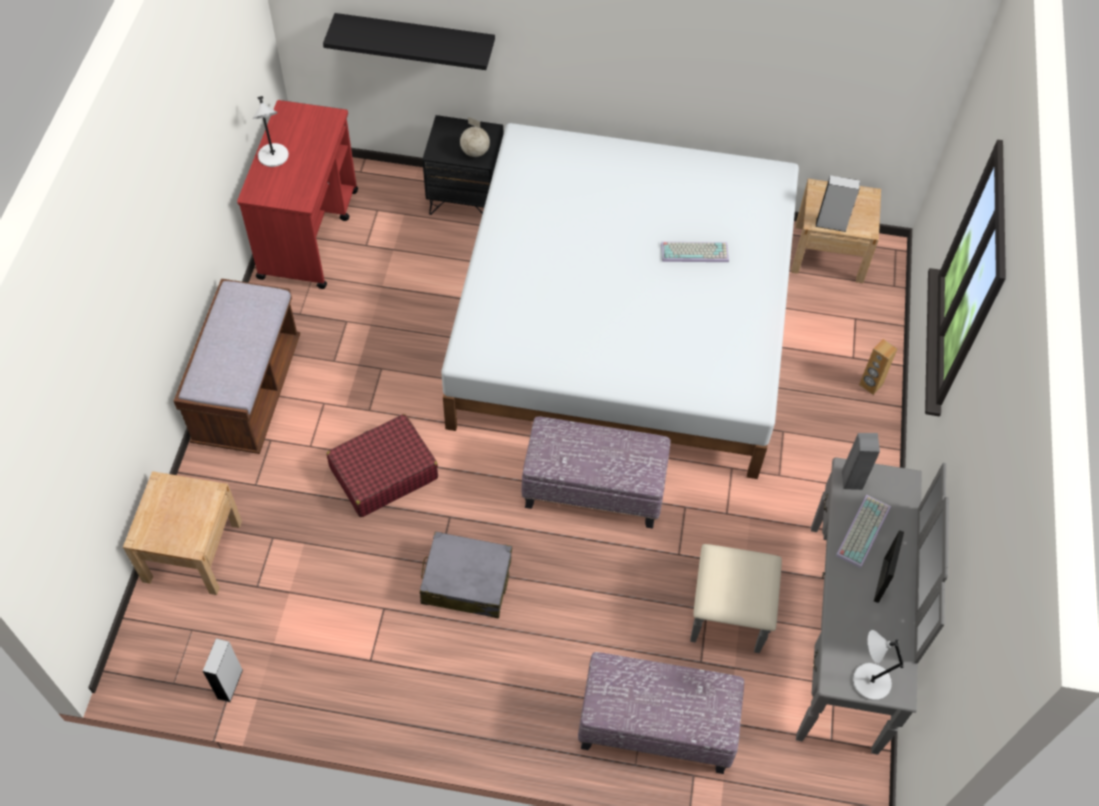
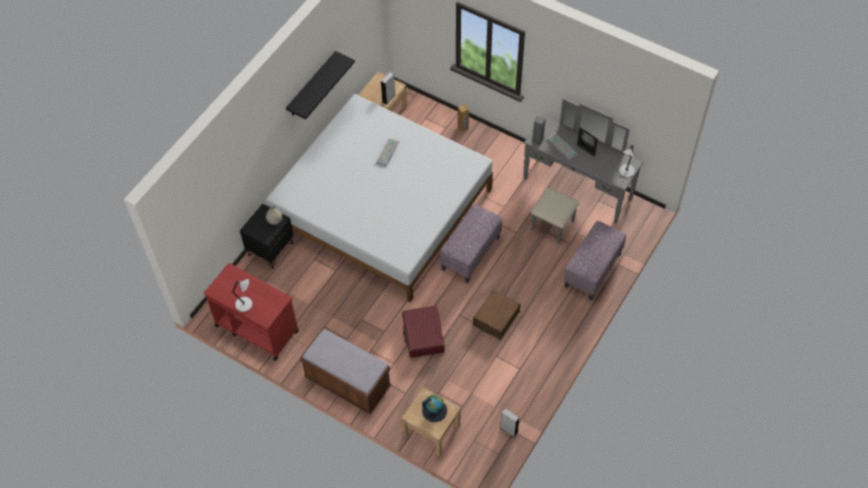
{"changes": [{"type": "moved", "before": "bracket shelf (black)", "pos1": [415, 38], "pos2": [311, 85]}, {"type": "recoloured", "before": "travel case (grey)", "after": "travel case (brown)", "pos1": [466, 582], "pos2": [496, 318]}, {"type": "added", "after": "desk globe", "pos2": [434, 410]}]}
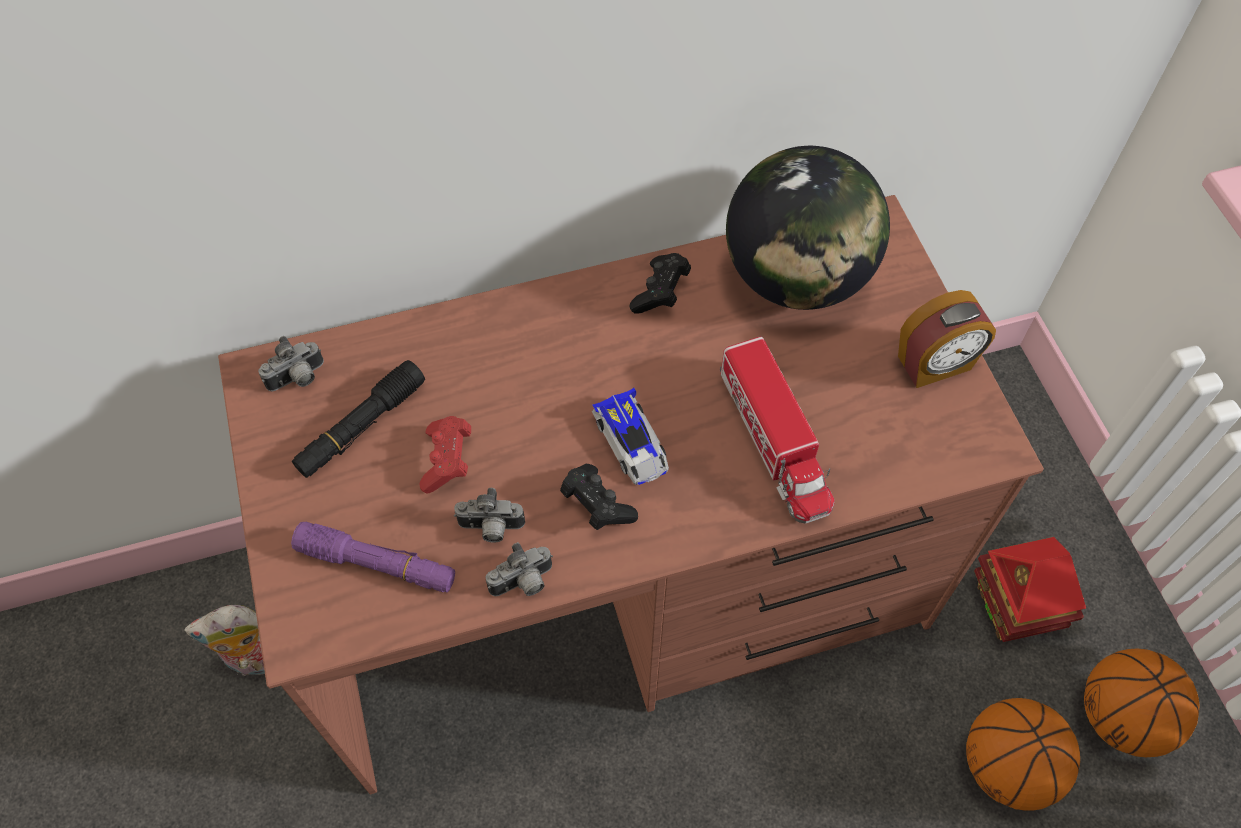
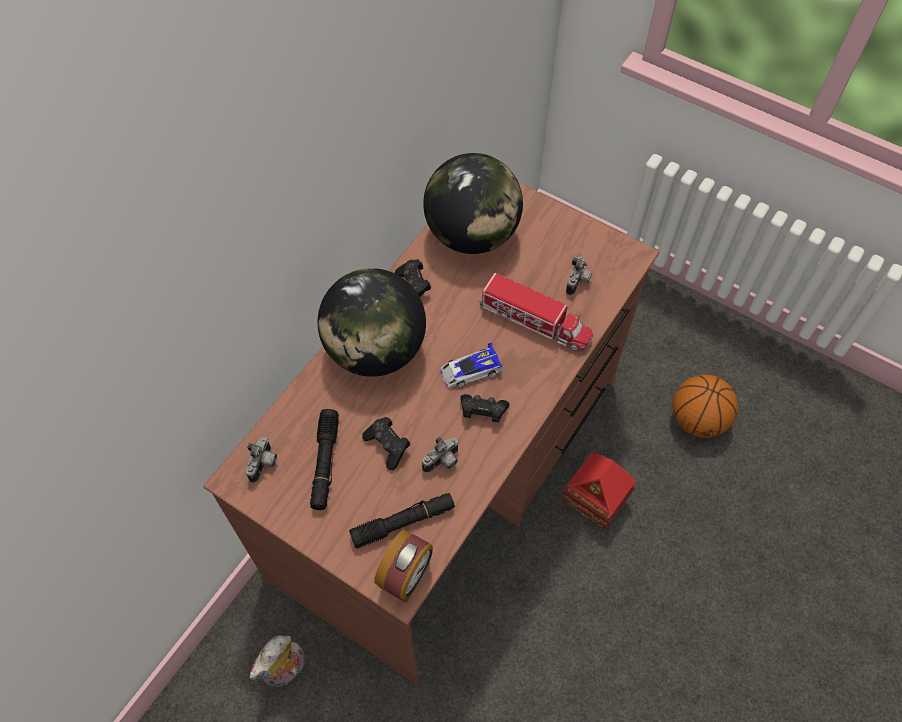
{"changes": [{"type": "recoloured", "before": "torch (purplish)", "after": "torch (black)", "pos1": [377, 564], "pos2": [403, 523]}, {"type": "recoloured", "before": "game controller (red)", "after": "game controller (black)", "pos1": [447, 461], "pos2": [388, 446]}, {"type": "moved", "before": "still camera", "pos1": [523, 583], "pos2": [578, 282]}, {"type": "turned", "before": "model car", "pos1": [632, 443], "pos2": [470, 370], "turn": 135}, {"type": "moved", "before": "table clock", "pos1": [935, 364], "pos2": [406, 577]}, {"type": "moved", "before": "miniature house", "pos1": [1014, 607], "pos2": [594, 502]}, {"type": "removed", "before": "basketball", "pos1": [1120, 717]}, {"type": "added", "after": "desk globe", "pos2": [375, 350]}]}
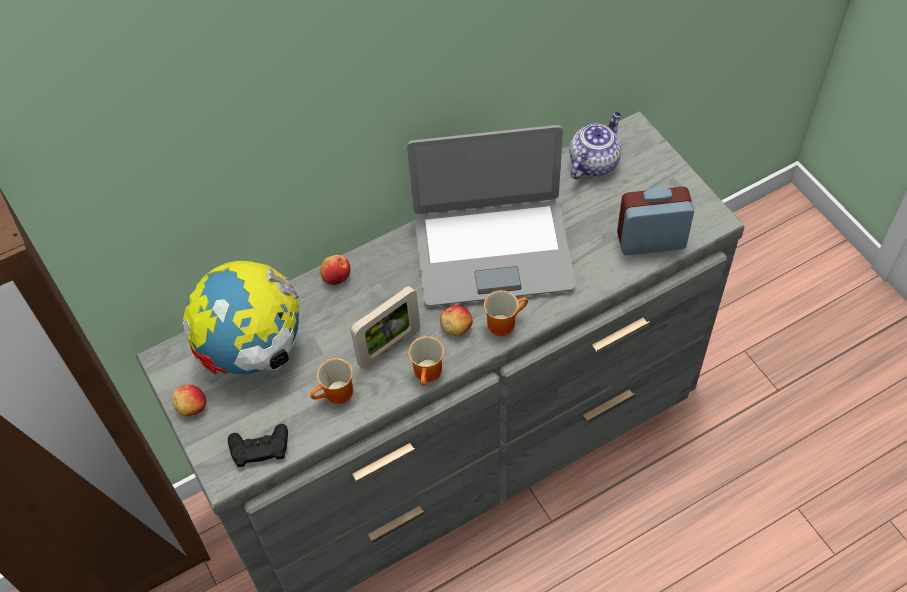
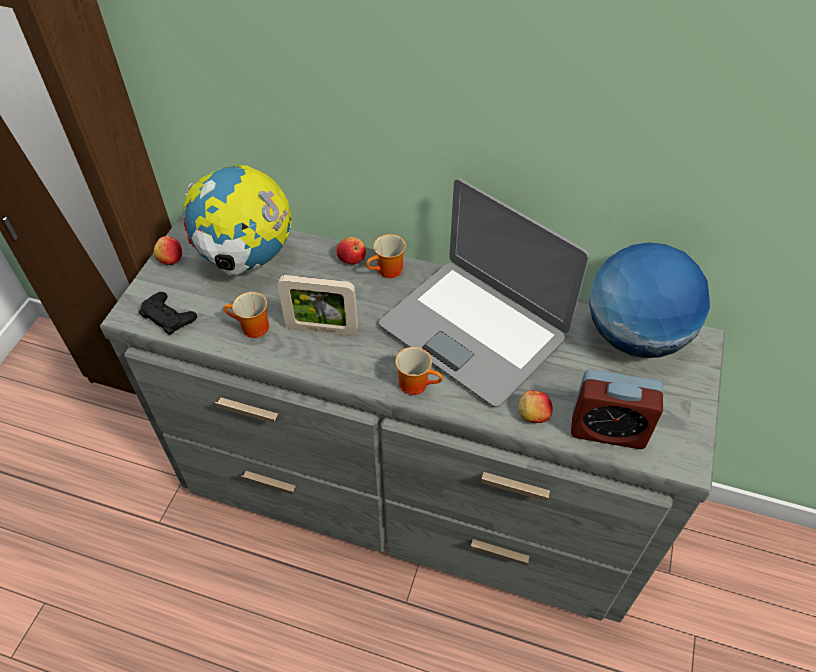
{"changes": [{"type": "moved", "before": "tea mug", "pos1": [429, 373], "pos2": [388, 271]}, {"type": "moved", "before": "whole apple", "pos1": [456, 327], "pos2": [533, 414]}, {"type": "replaced", "before": "teapot", "after": "desk globe", "pos1": [594, 162], "pos2": [634, 335]}, {"type": "turned", "before": "table clock", "pos1": [651, 240], "pos2": [607, 430], "turn": 150}]}
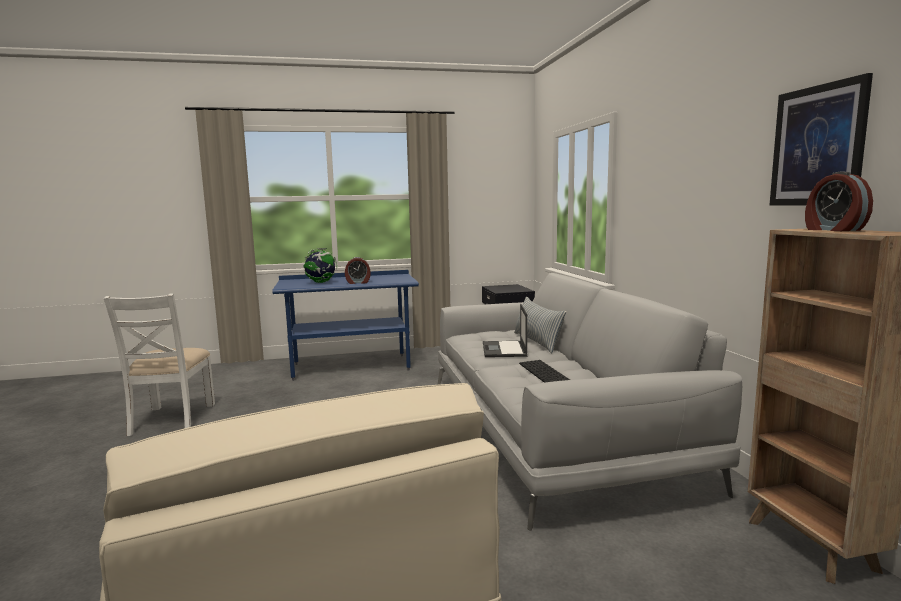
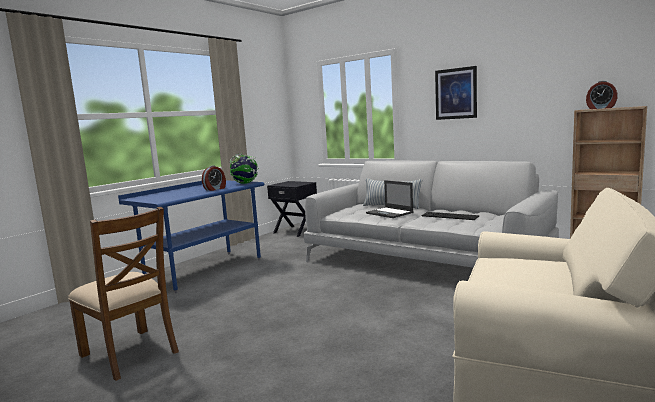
{"changes": [{"type": "recoloured", "before": "upright chair (white-coloured)", "after": "upright chair (brown)", "pos1": [171, 419], "pos2": [130, 353]}, {"type": "moved", "before": "desk globe", "pos1": [321, 282], "pos2": [245, 183]}, {"type": "moved", "before": "wall art", "pos1": [817, 146], "pos2": [456, 93]}]}
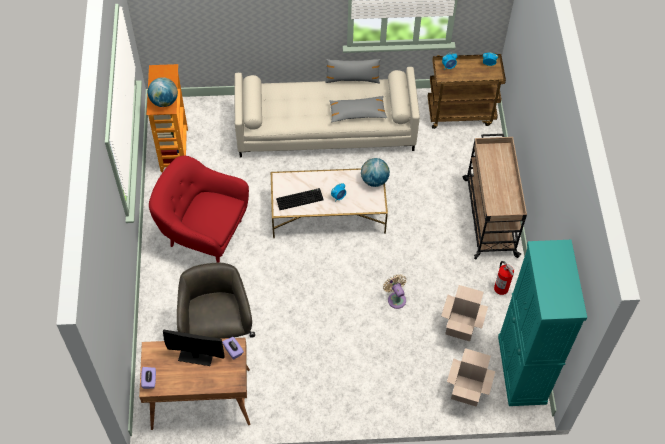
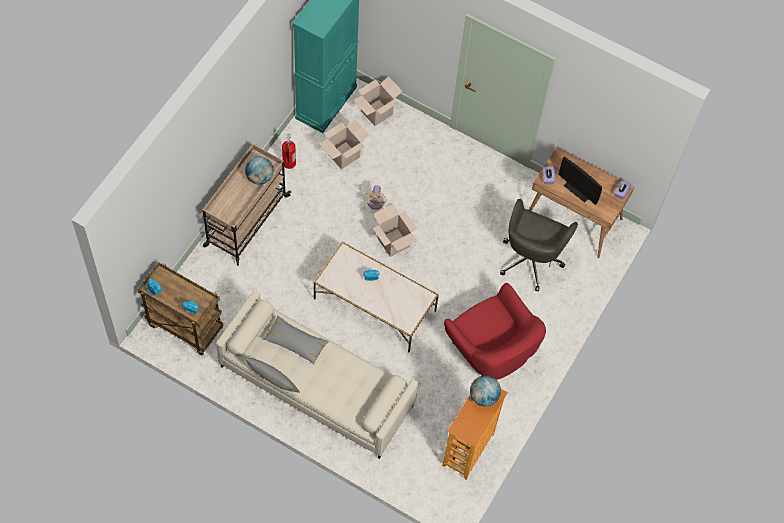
{"changes": [{"type": "removed", "before": "PC keyboard", "pos1": [300, 199]}, {"type": "moved", "before": "desk globe", "pos1": [374, 180], "pos2": [259, 177]}, {"type": "added", "after": "packing box", "pos2": [393, 242]}]}
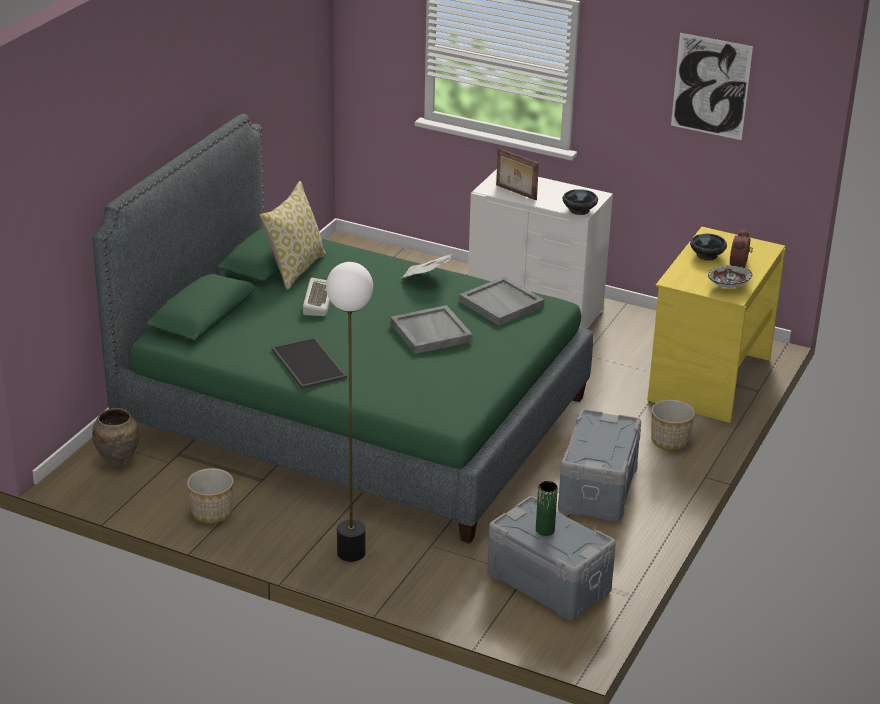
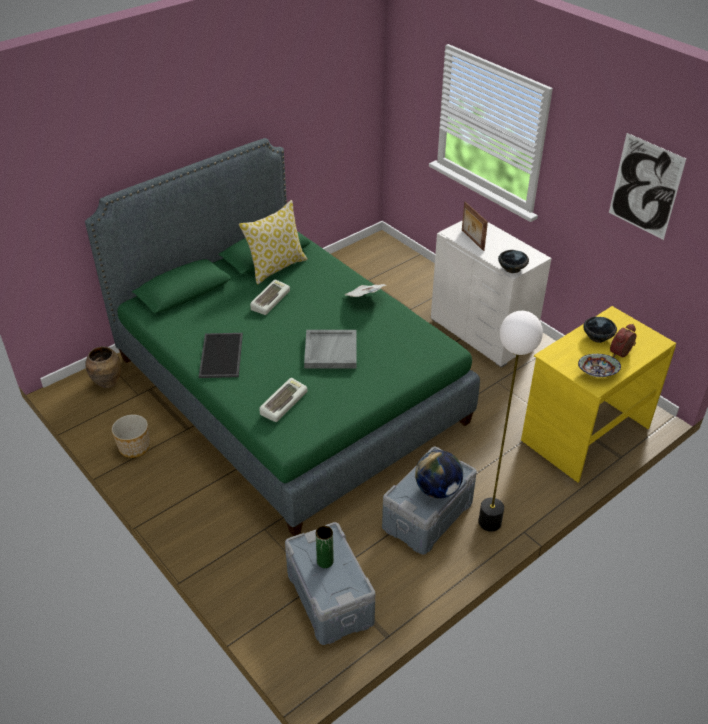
{"changes": [{"type": "moved", "before": "standing lamp", "pos1": [350, 552], "pos2": [489, 522]}, {"type": "removed", "before": "carrying tray (grey)", "pos1": [502, 304]}, {"type": "removed", "before": "plant pot", "pos1": [670, 441]}, {"type": "added", "after": "PC keyboard", "pos2": [283, 402]}, {"type": "added", "after": "desk globe", "pos2": [437, 489]}]}
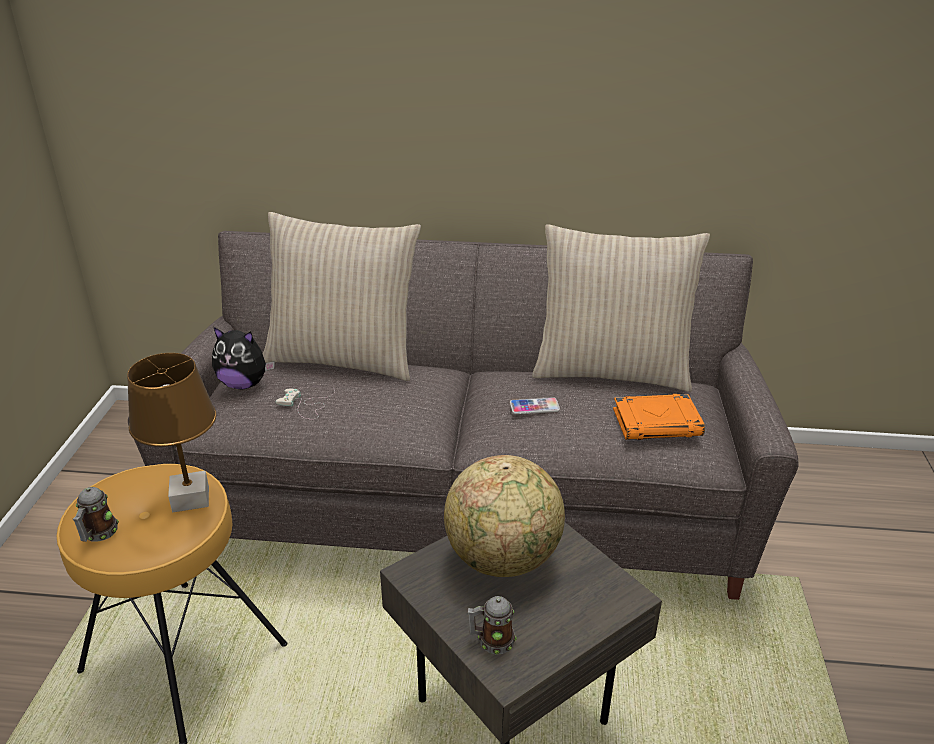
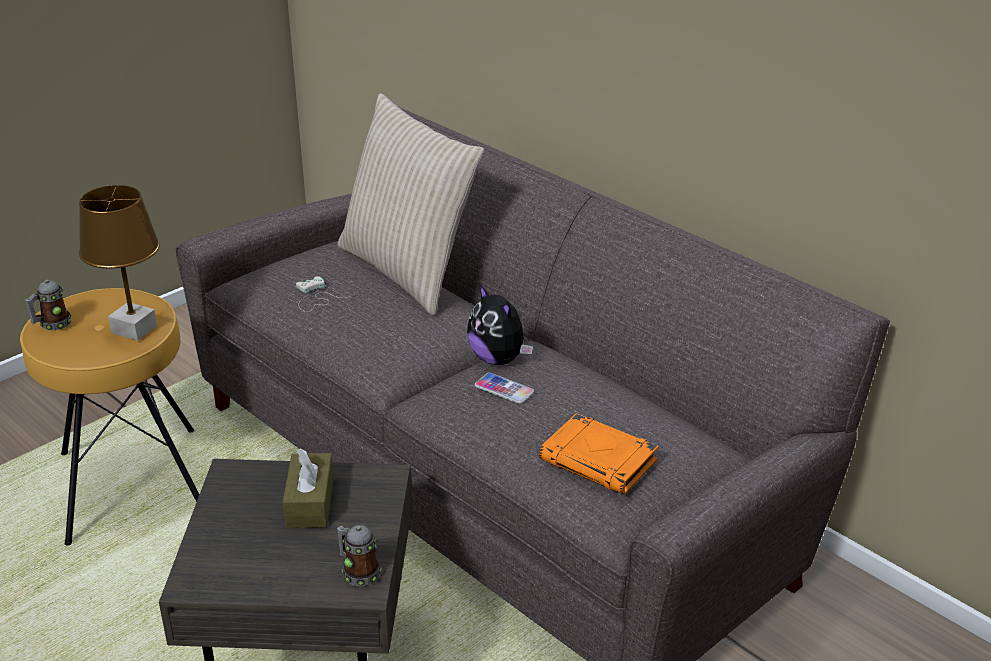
{"changes": [{"type": "moved", "before": "soft toy", "pos1": [244, 384], "pos2": [498, 359]}, {"type": "replaced", "before": "desk globe", "after": "box of tissues (brown)", "pos1": [503, 559], "pos2": [310, 502]}, {"type": "moved", "before": "tea mug", "pos1": [491, 640], "pos2": [358, 571]}, {"type": "removed", "before": "pillow (beige)", "pos1": [611, 370]}]}
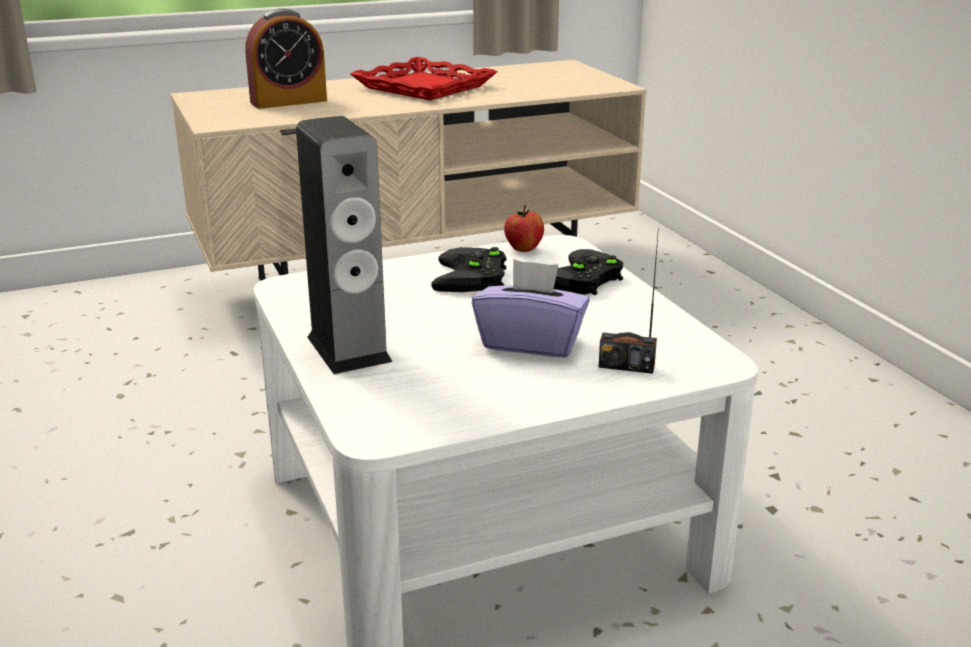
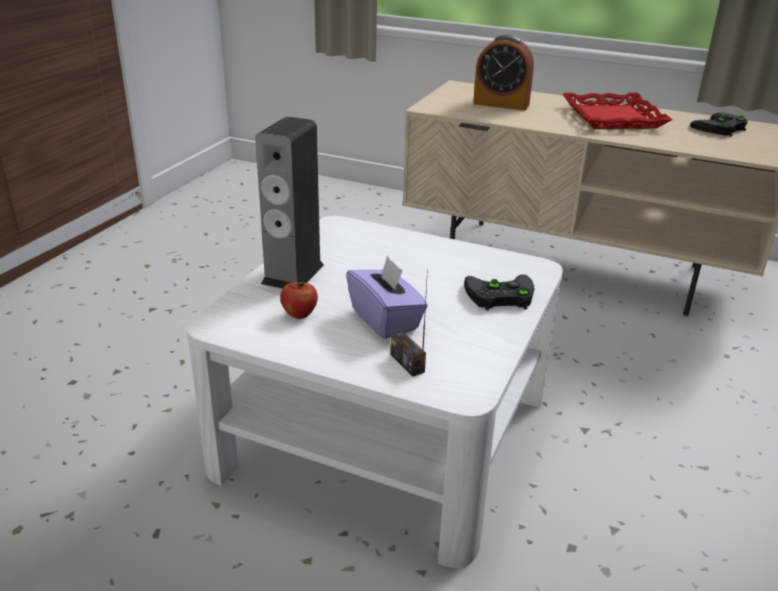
{"changes": [{"type": "moved", "before": "game controller (black)", "pos1": [473, 278], "pos2": [720, 129]}, {"type": "moved", "before": "whole apple", "pos1": [523, 249], "pos2": [299, 314]}]}
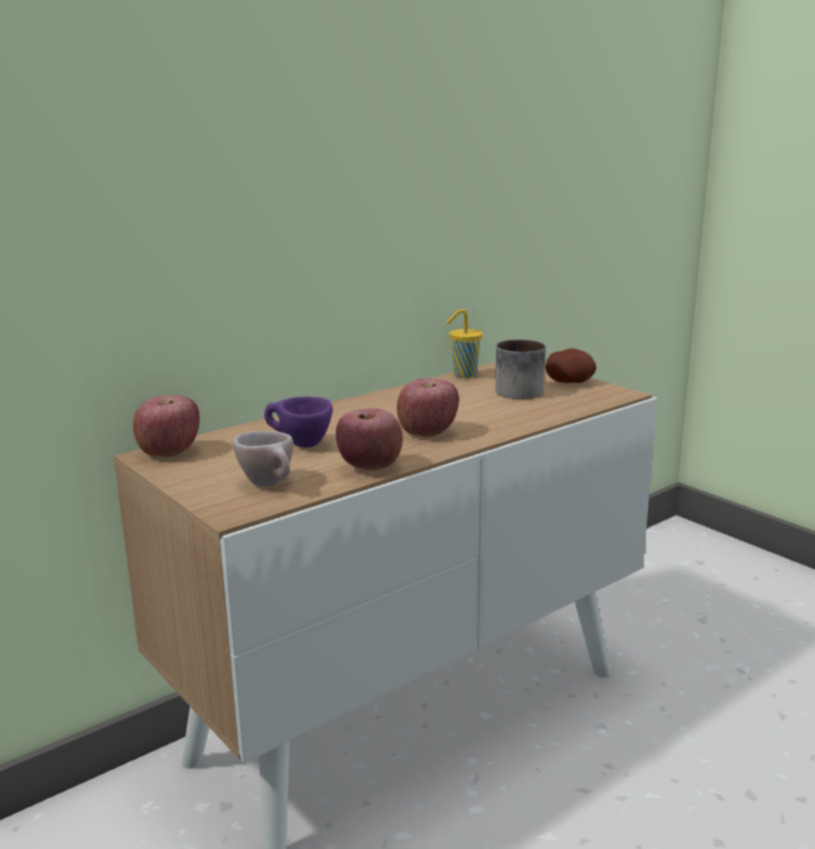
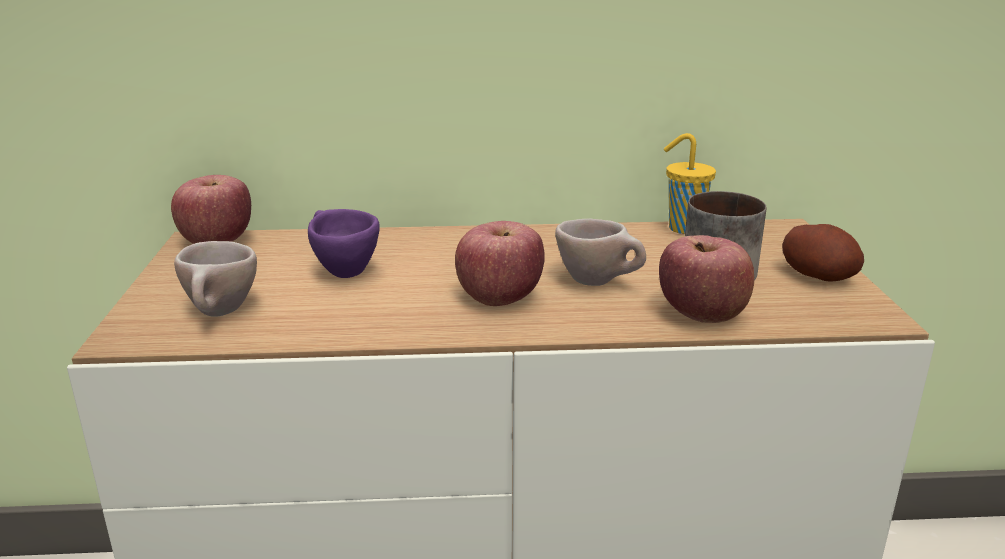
{"changes": [{"type": "moved", "before": "whole apple", "pos1": [370, 467], "pos2": [702, 315]}, {"type": "added", "after": "drinking cup (beige)", "pos2": [600, 282]}]}
